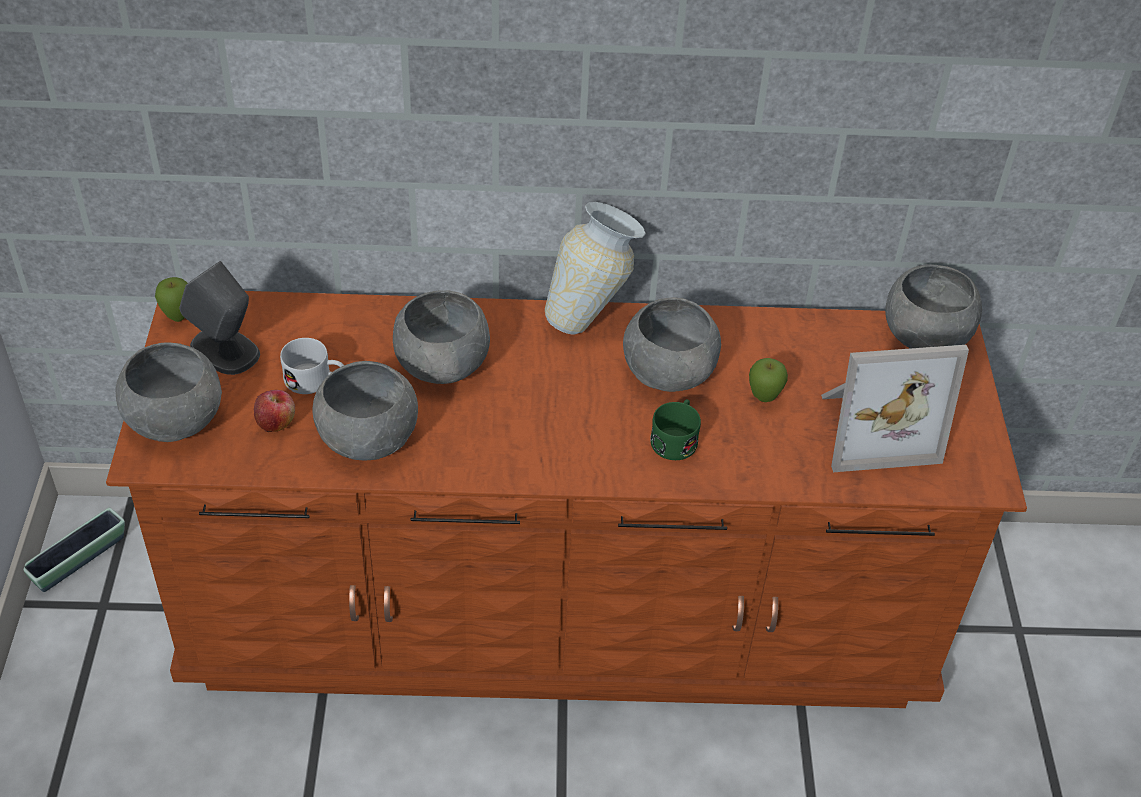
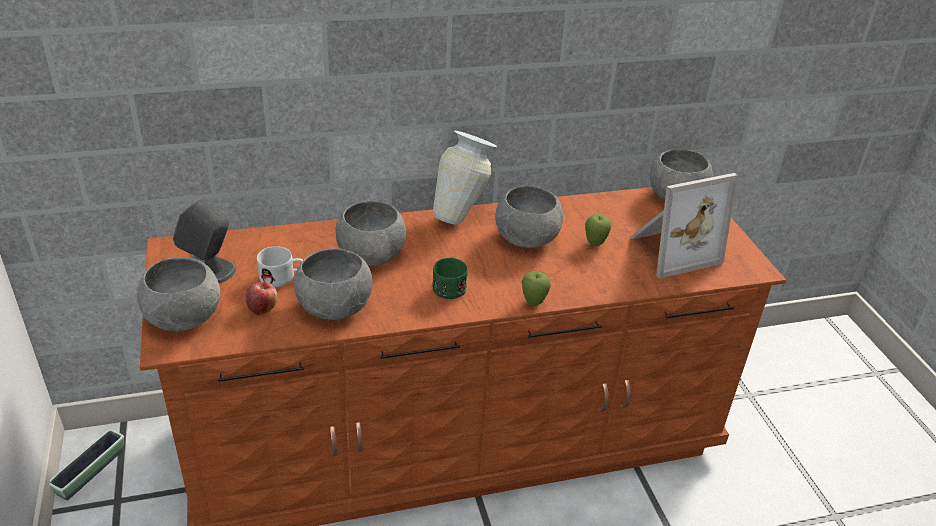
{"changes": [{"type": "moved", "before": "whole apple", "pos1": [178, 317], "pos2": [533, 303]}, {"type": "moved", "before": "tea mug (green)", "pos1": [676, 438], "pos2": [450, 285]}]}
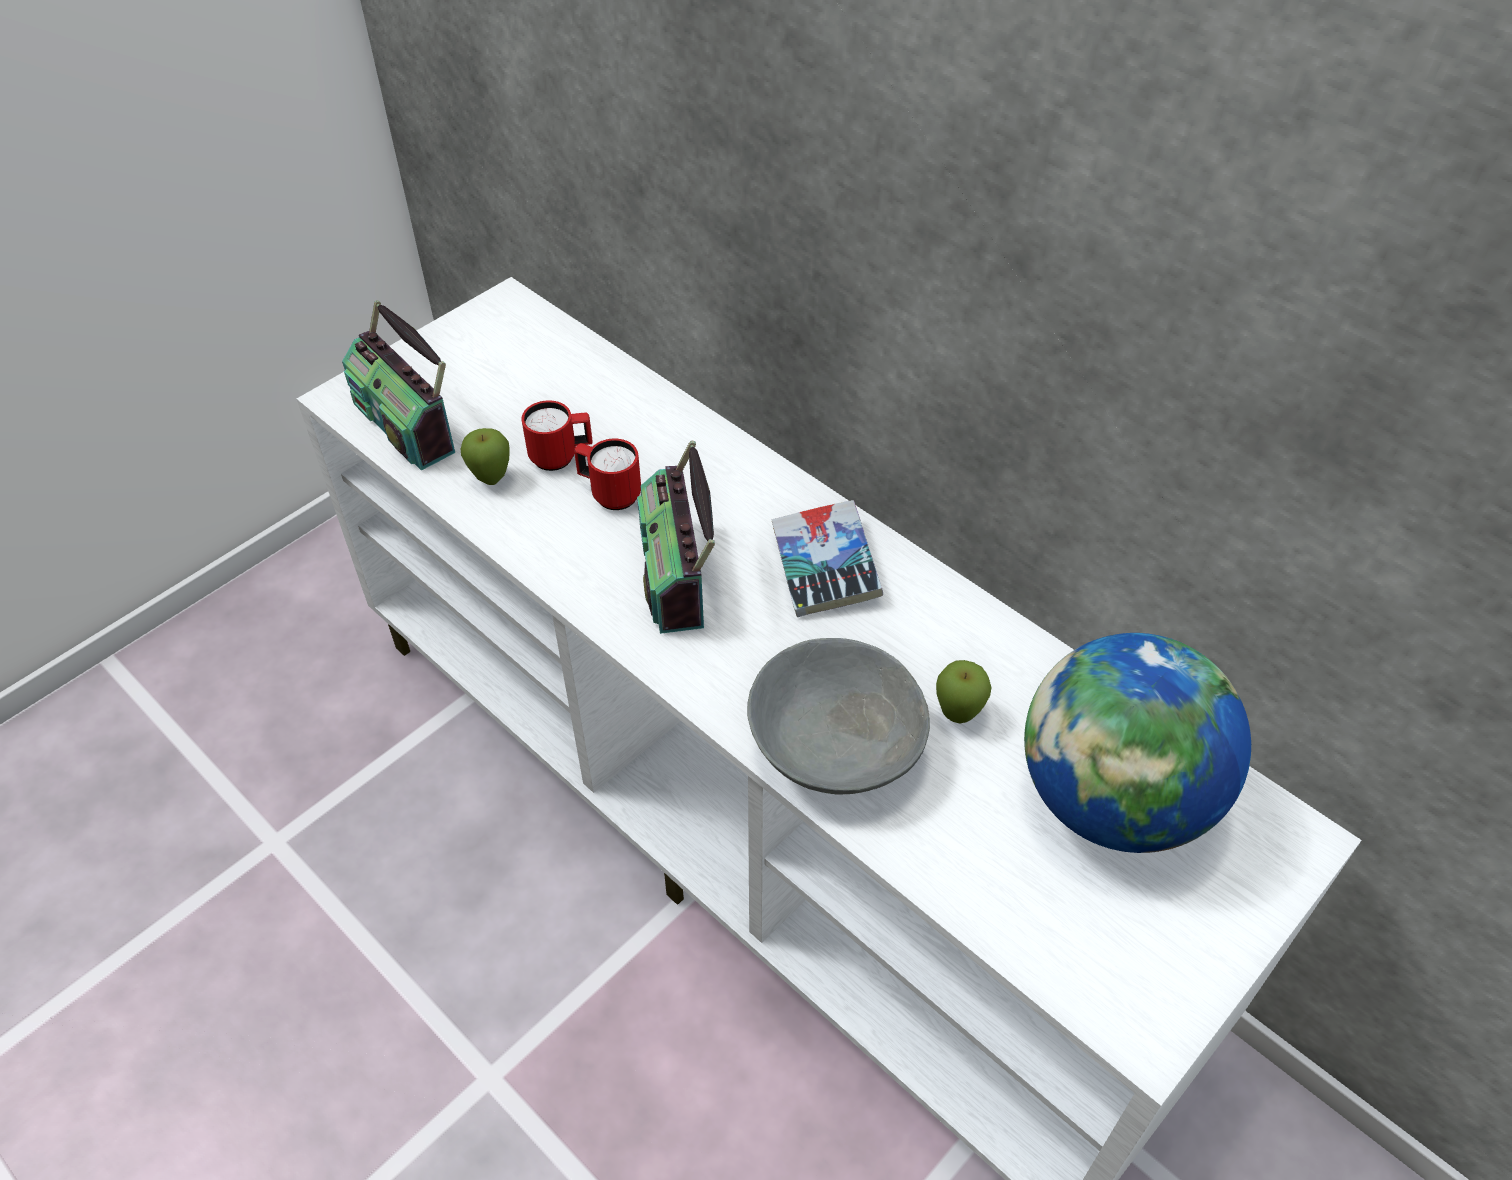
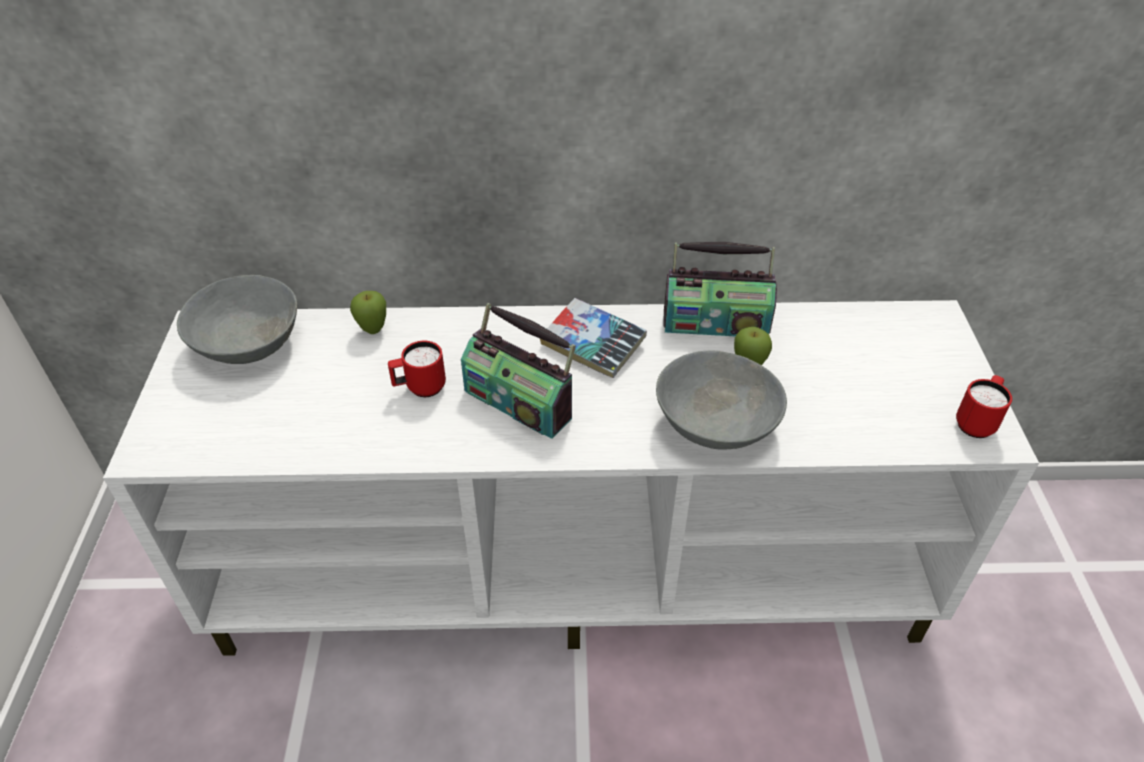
{"changes": [{"type": "moved", "before": "radio", "pos1": [407, 424], "pos2": [715, 323]}, {"type": "moved", "before": "whole apple", "pos1": [491, 479], "pos2": [373, 330]}, {"type": "moved", "before": "tea mug (red)", "pos1": [561, 457], "pos2": [976, 422]}, {"type": "removed", "before": "desk globe", "pos1": [1112, 800]}, {"type": "added", "after": "serving bowl (grey)", "pos2": [247, 343]}]}
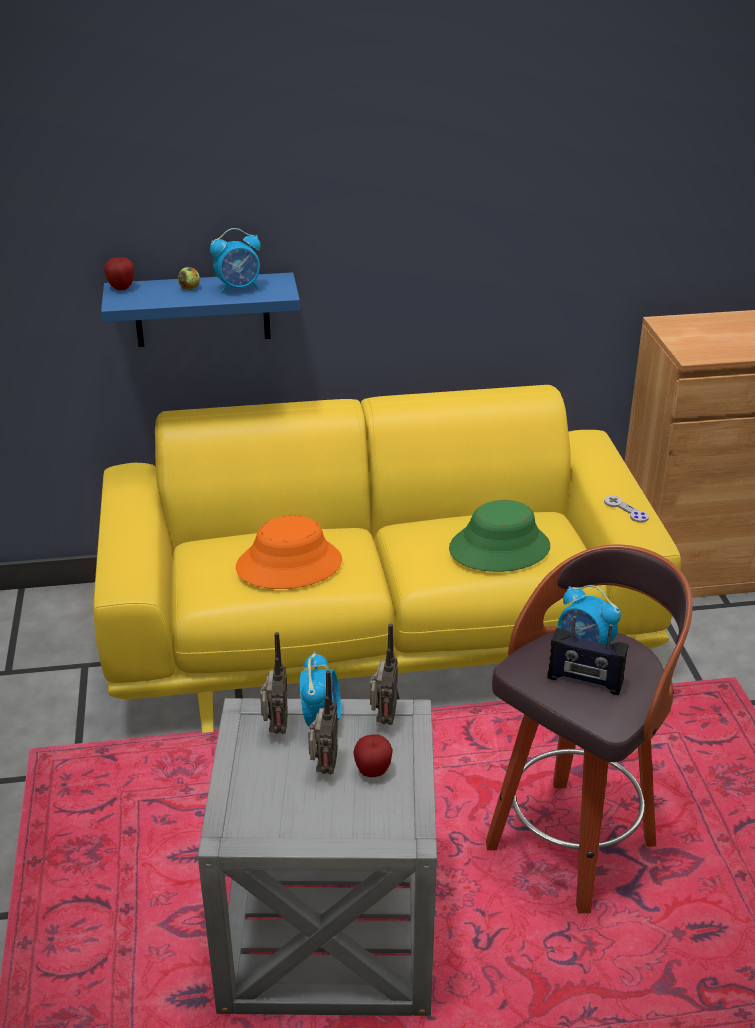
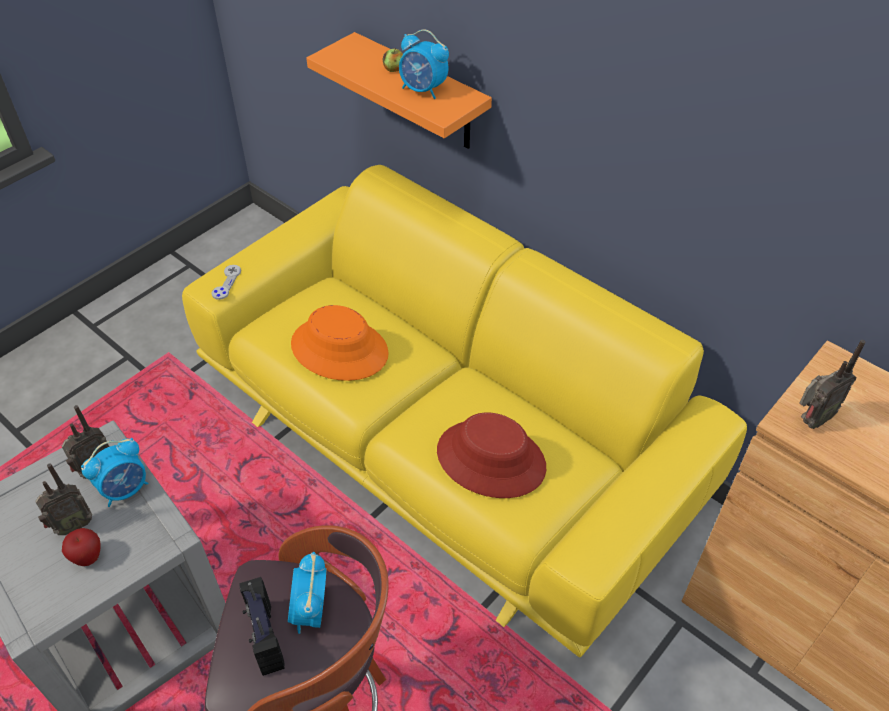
{"changes": [{"type": "recoloured", "before": "bracket shelf (blue-coloured)", "after": "bracket shelf (orange-coloured)", "pos1": [202, 310], "pos2": [420, 93]}, {"type": "removed", "before": "whole apple", "pos1": [121, 288]}, {"type": "moved", "before": "radio", "pos1": [383, 720], "pos2": [810, 420]}, {"type": "recoloured", "before": "wearable hat (green)", "after": "wearable hat (red)", "pos1": [499, 548], "pos2": [491, 459]}, {"type": "moved", "before": "game controller (grey)", "pos1": [626, 510], "pos2": [226, 283]}]}
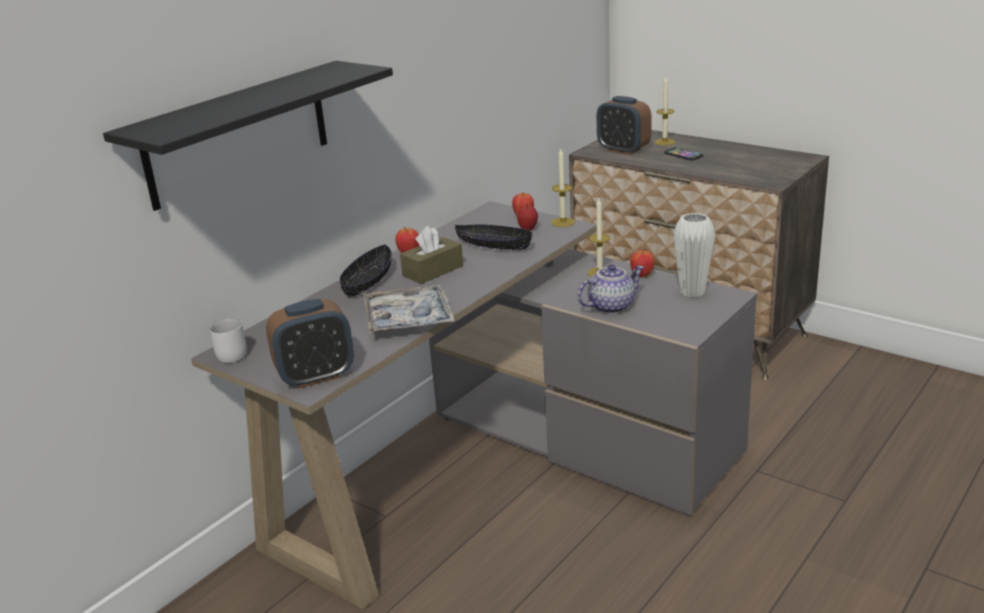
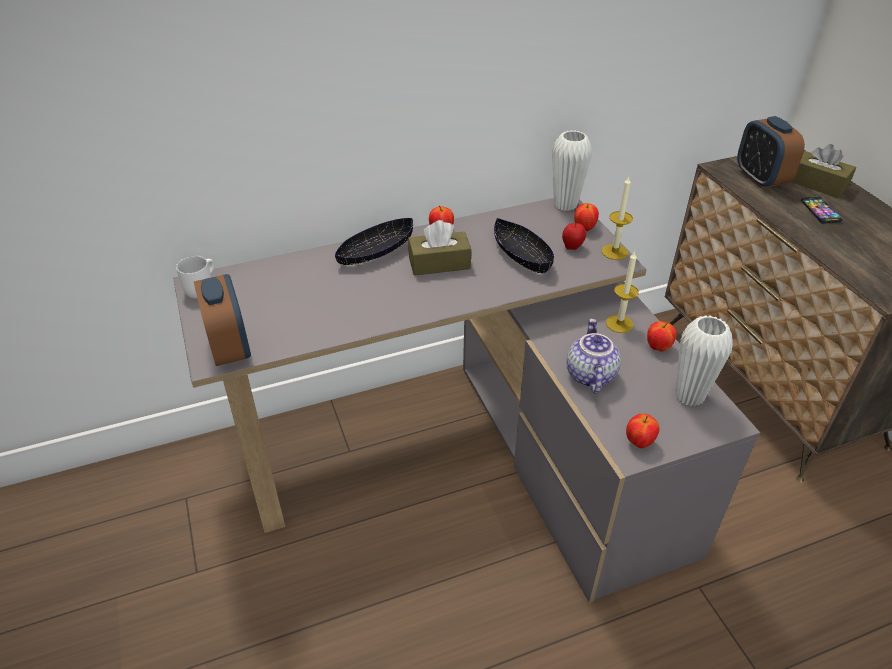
{"changes": [{"type": "removed", "before": "bracket shelf (black)", "pos1": [238, 134]}, {"type": "turned", "before": "table clock", "pos1": [316, 376], "pos2": [230, 348], "turn": -120}, {"type": "removed", "before": "carrying tray", "pos1": [408, 319]}, {"type": "turned", "before": "teapot", "pos1": [611, 306], "pos2": [589, 374], "turn": -90}, {"type": "replaced", "before": "candle", "after": "box of tissues (brown)", "pos1": [664, 142], "pos2": [817, 184]}, {"type": "added", "after": "vase (white-coloured)", "pos2": [565, 204]}, {"type": "added", "after": "whole apple", "pos2": [639, 442]}]}
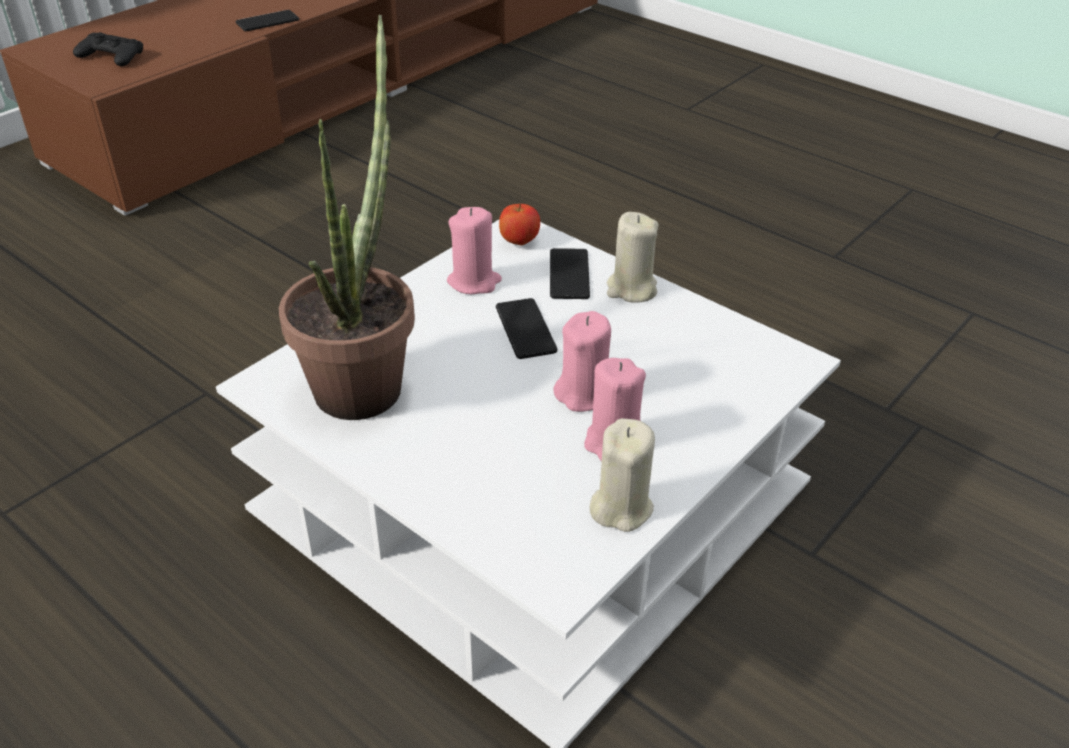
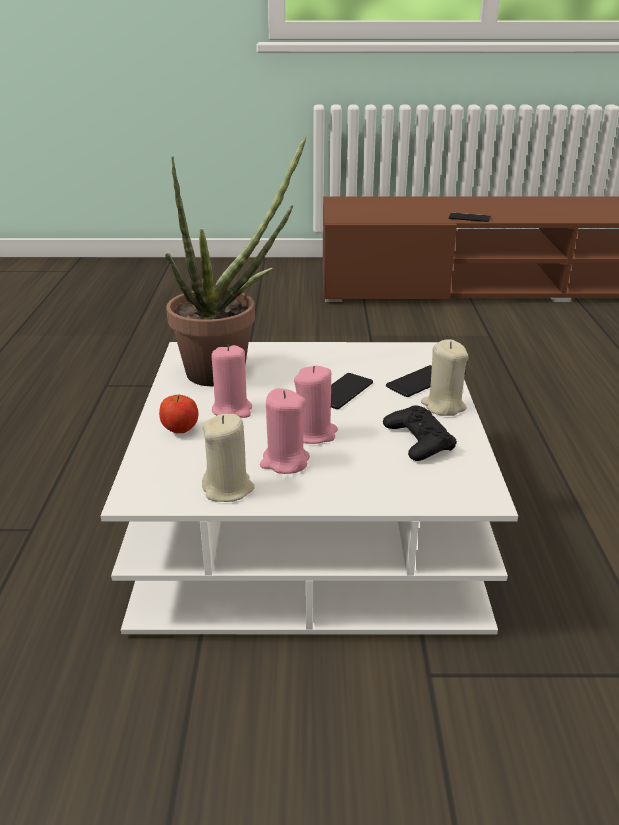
{"changes": [{"type": "moved", "before": "game controller (black)", "pos1": [111, 56], "pos2": [418, 440]}, {"type": "moved", "before": "candle (pink-coloured)", "pos1": [474, 282], "pos2": [232, 409]}, {"type": "moved", "before": "whole apple", "pos1": [519, 242], "pos2": [180, 430]}]}
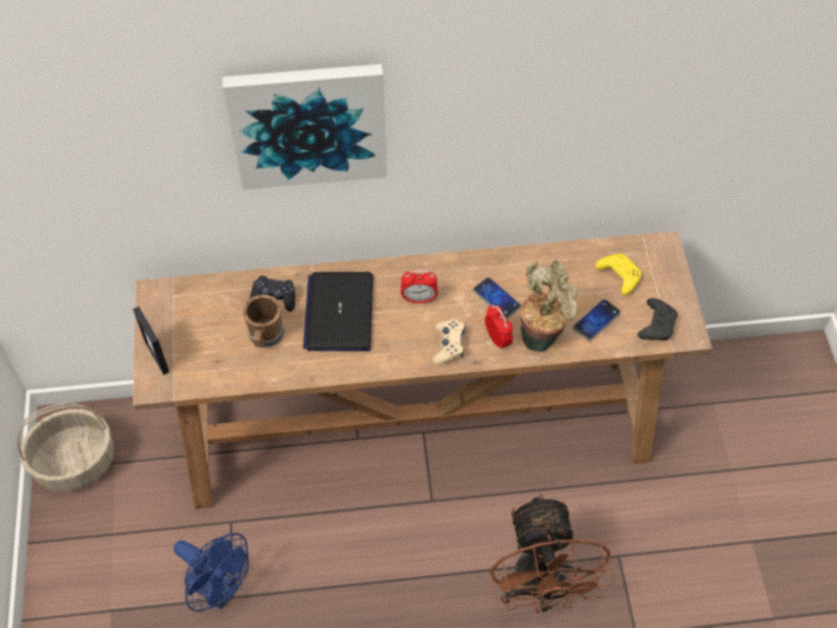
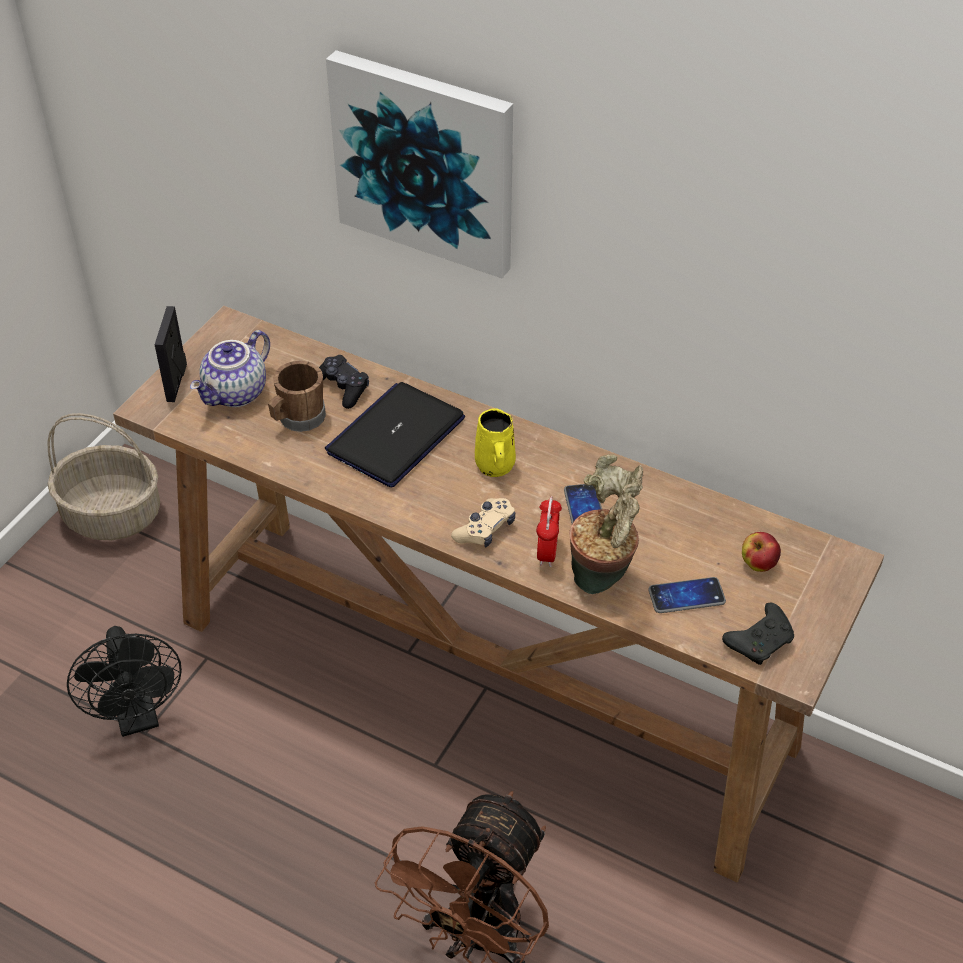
{"changes": [{"type": "recoloured", "before": "fan (blue-coloured)", "after": "fan (black)", "pos1": [219, 589], "pos2": [138, 716]}, {"type": "replaced", "before": "table clock", "after": "tea mug (yellow-coloured)", "pos1": [419, 299], "pos2": [495, 467]}, {"type": "replaced", "before": "game controller (yellow-coloured)", "after": "whole apple", "pos1": [618, 276], "pos2": [758, 564]}, {"type": "added", "after": "teapot", "pos2": [236, 394]}]}
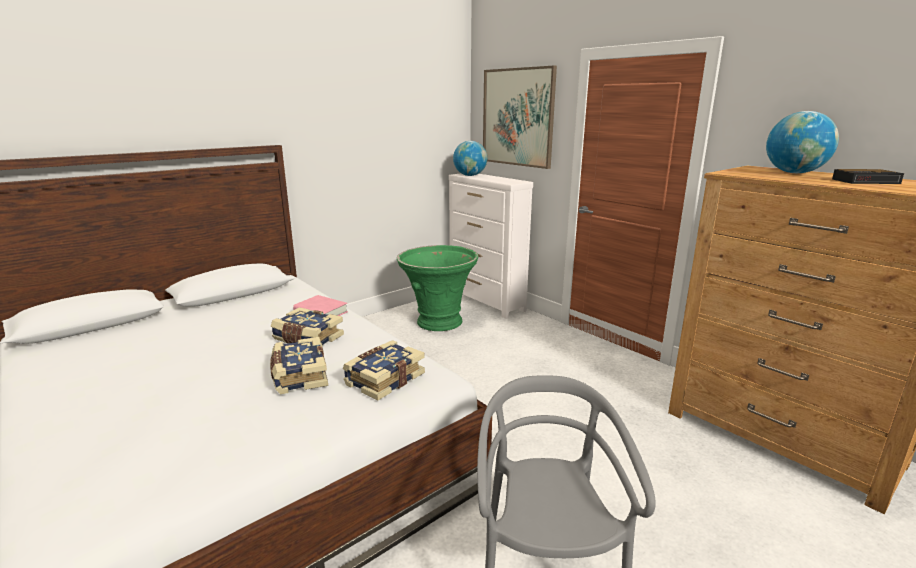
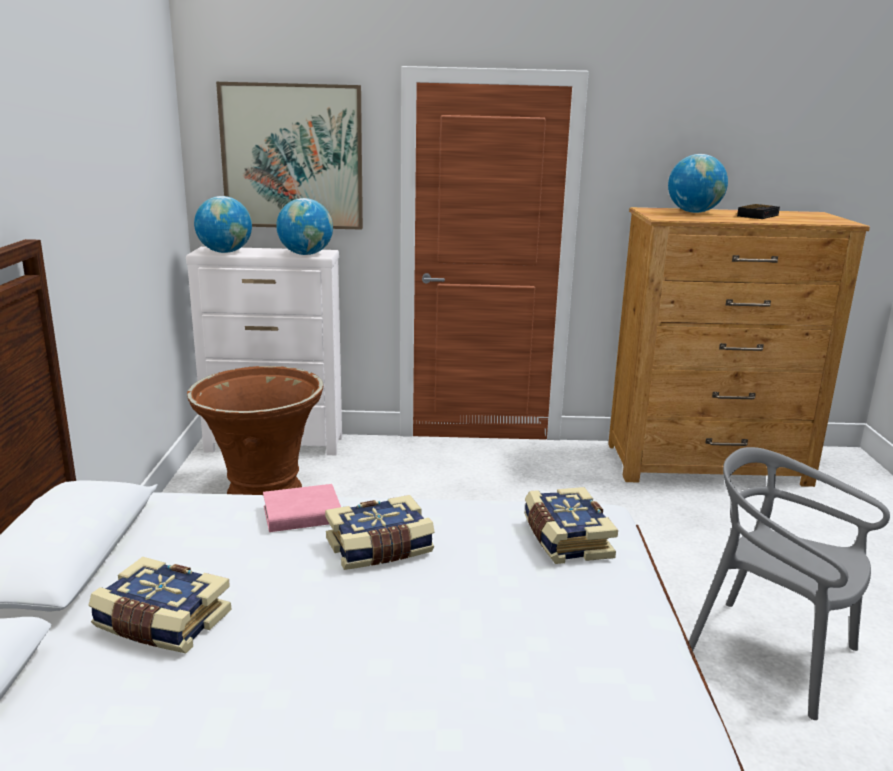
{"changes": [{"type": "moved", "before": "bound book", "pos1": [299, 376], "pos2": [161, 623]}, {"type": "recoloured", "before": "plant pot (green)", "after": "plant pot (brown)", "pos1": [438, 322], "pos2": [262, 493]}, {"type": "added", "after": "desk globe", "pos2": [306, 254]}]}
